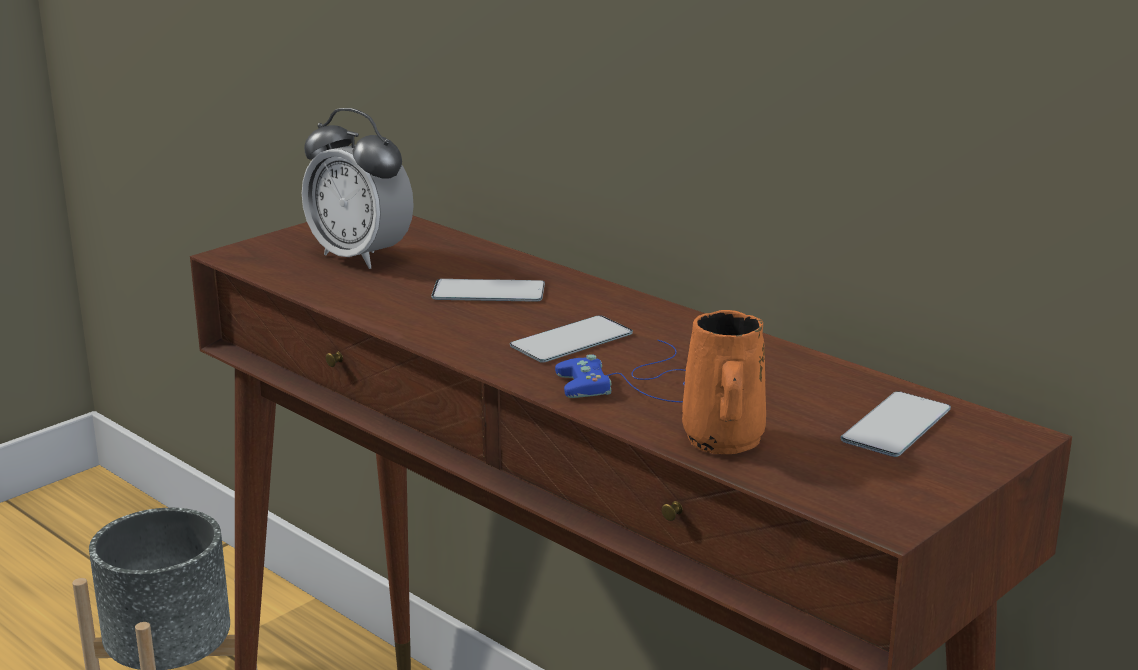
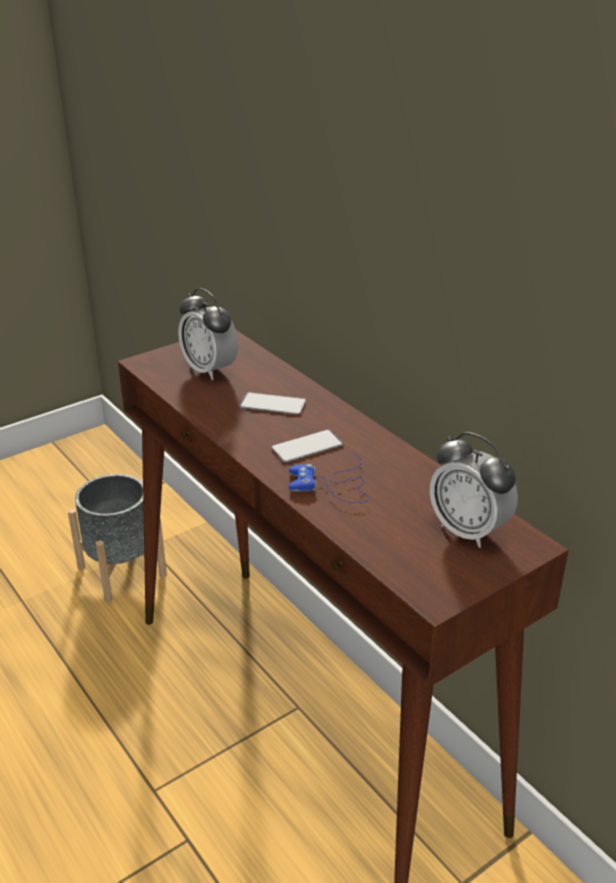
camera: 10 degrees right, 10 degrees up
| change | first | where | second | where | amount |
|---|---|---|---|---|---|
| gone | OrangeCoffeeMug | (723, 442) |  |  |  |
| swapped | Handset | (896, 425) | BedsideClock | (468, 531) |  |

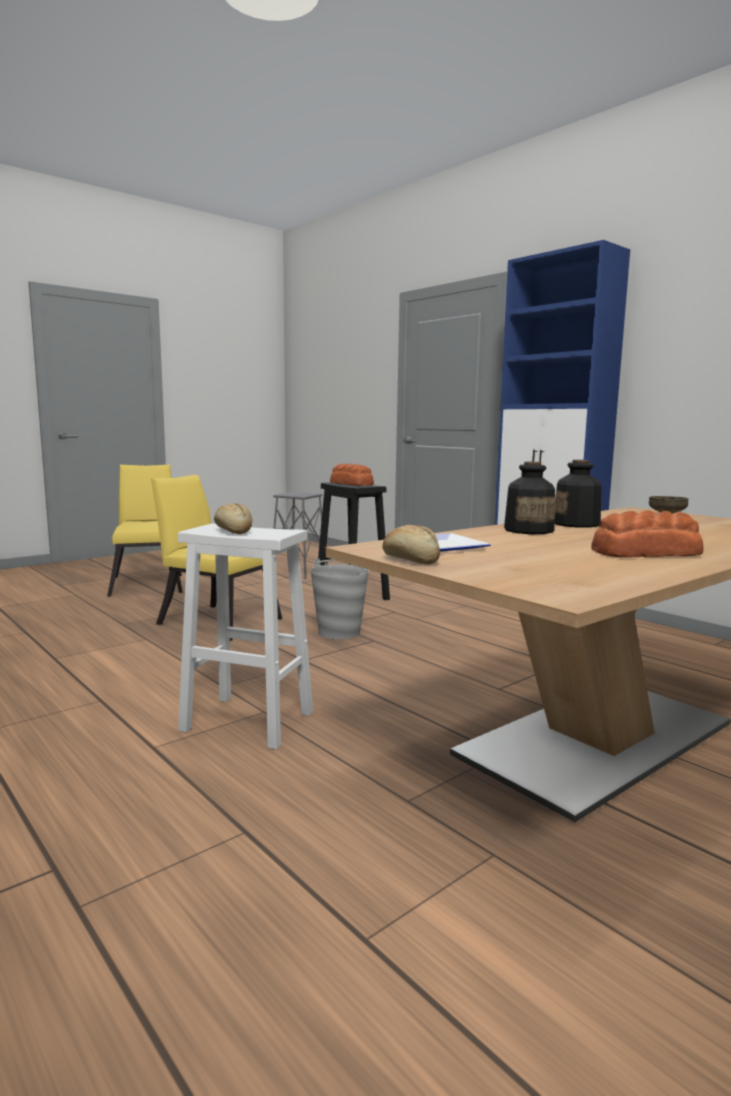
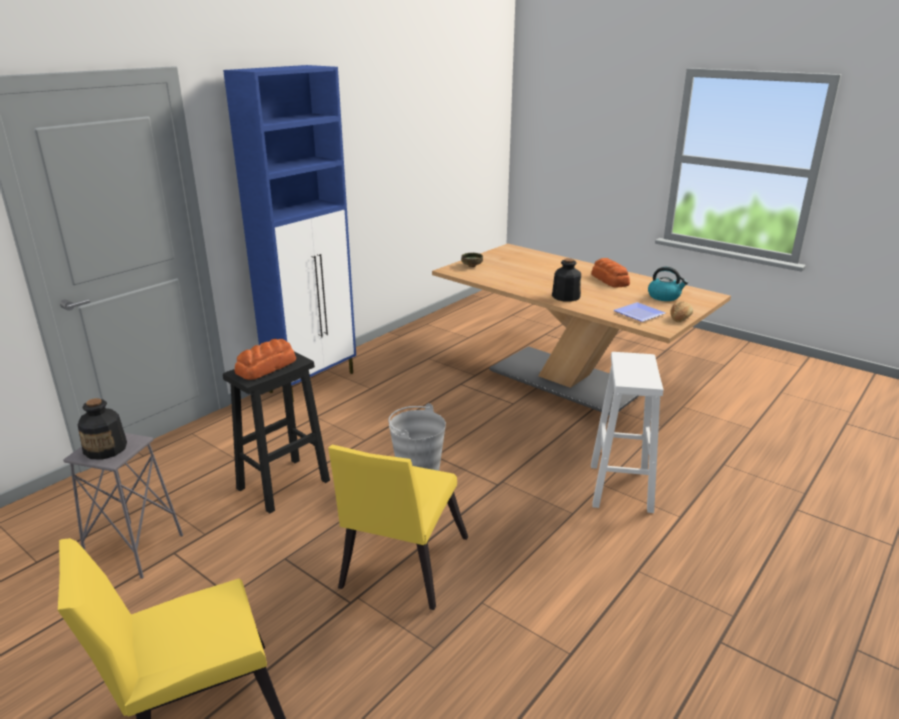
camera: 100 degrees left, 15 degrees up
| change | first | where | second | where | amount |
|---|---|---|---|---|---|
| gone | Bread | (233, 531) |  |  |  |
| new |  |  | WaterKettle | (664, 296) |  |
| shifted | DrinkBottle | (576, 524) |  | (106, 449) |  |

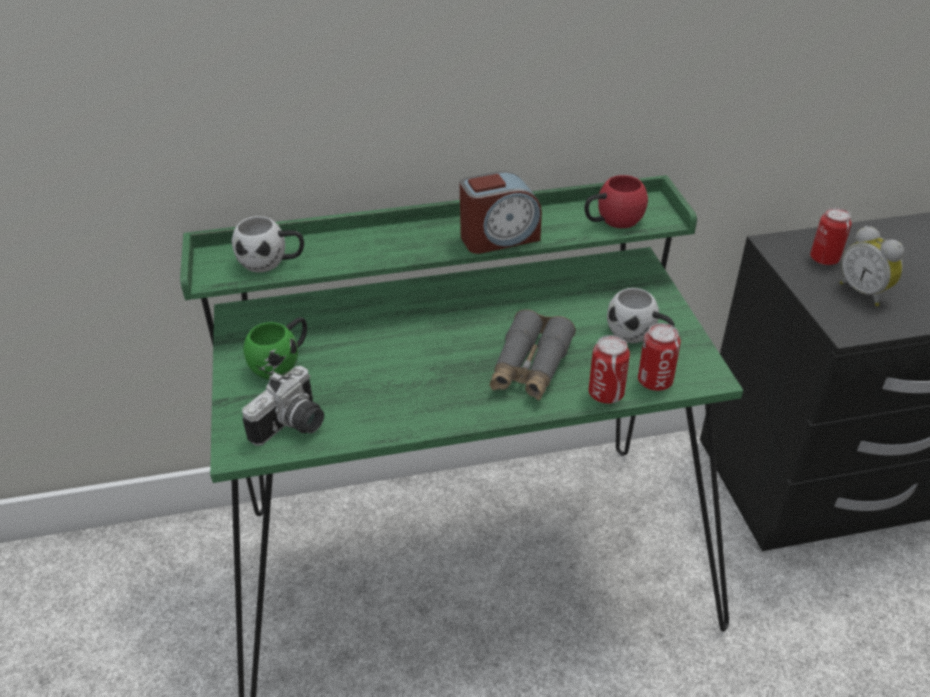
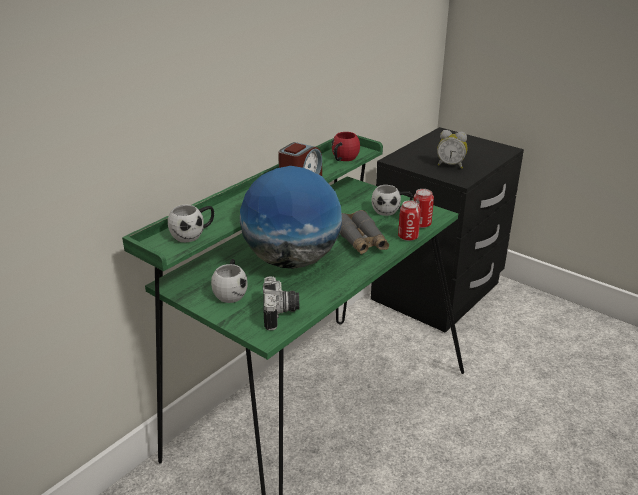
camera: 40 degrees left, 10 degrees down
| change | first | where | second | where | amount |
|---|---|---|---|---|---|
| gone | SealedCan | (824, 259) |  |  |  |
| new |  |  | WorldGlobe | (292, 260) |  |
| repainted | GreenishCoffeeMug | (282, 362) | WhiteColouredCoffeeMug | (231, 291) |  |

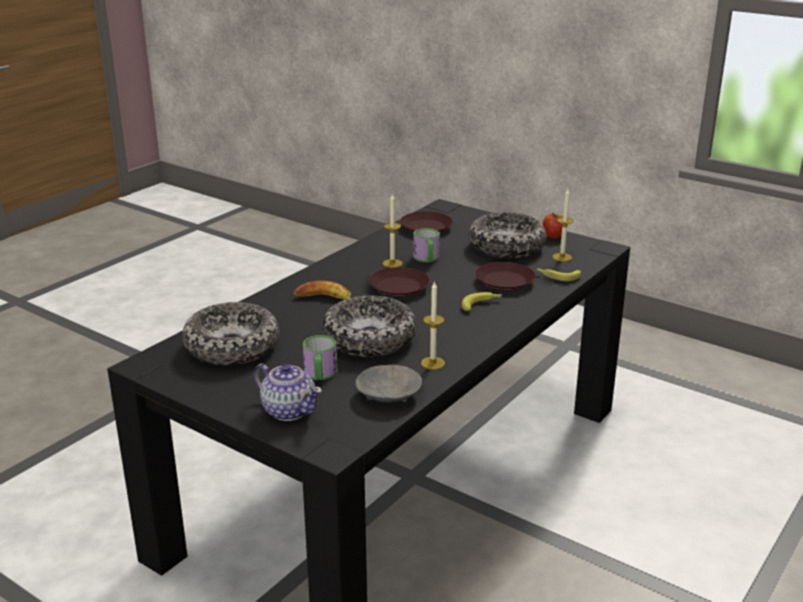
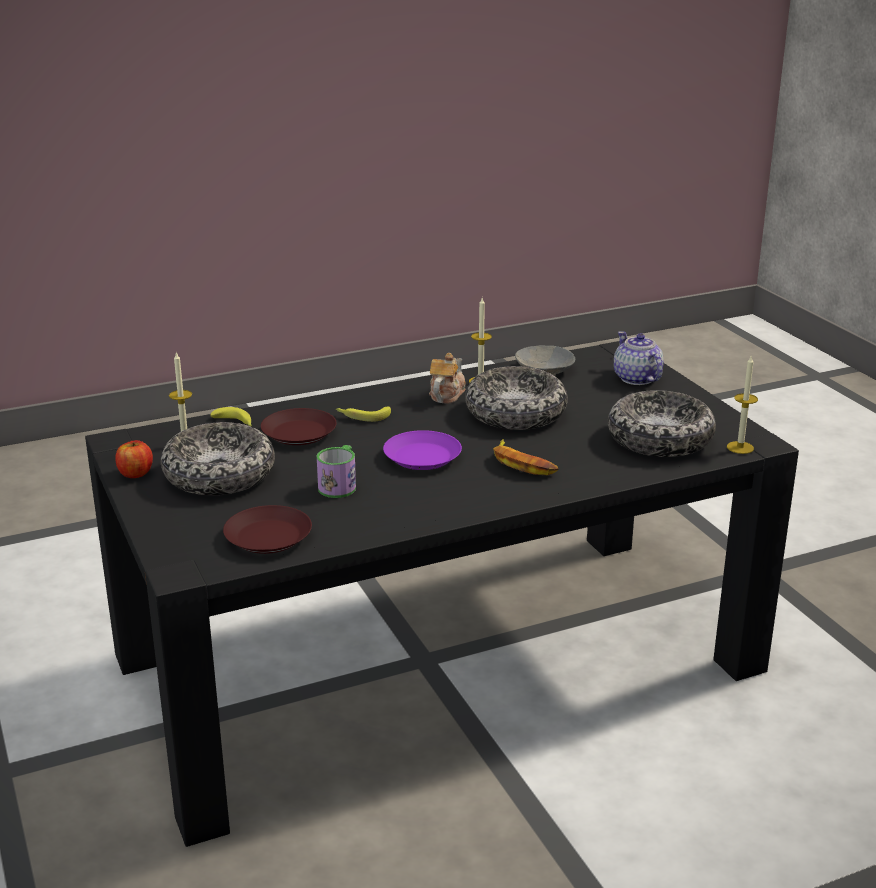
camera: 150 degrees left, 0 degrees up
| change | first | where | second | where | amount |
|---|---|---|---|---|---|
| gone | CoffeeMug | (320, 374) |  |  |  |
| new |  |  | Teapot | (446, 395) |  |
| shifted | WaxLight | (392, 263) |  | (740, 447) |  |
| repainted | BrownColouredFlatDish | (399, 287) | PurplishFlatDish | (422, 456) |  |

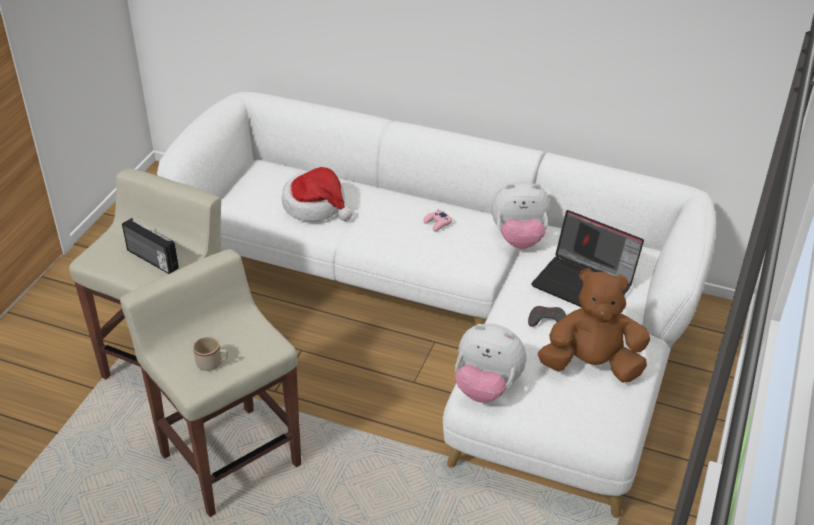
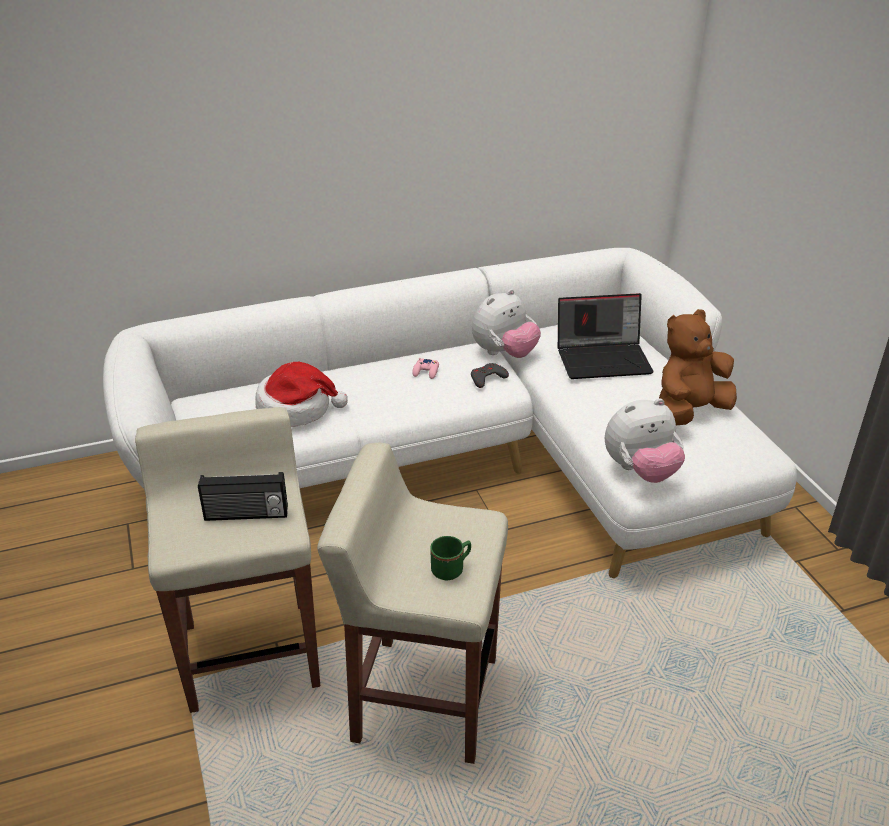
camera: 40 degrees left, 5 degrees down
| change | first | where | second | where | amount |
|---|---|---|---|---|---|
| shifted | GreyishGameController | (547, 320) |  | (487, 378) |  |
| repainted | BeigeColouredCoffeeMug | (213, 364) | GreenishCoffeeMug | (451, 569) |  |

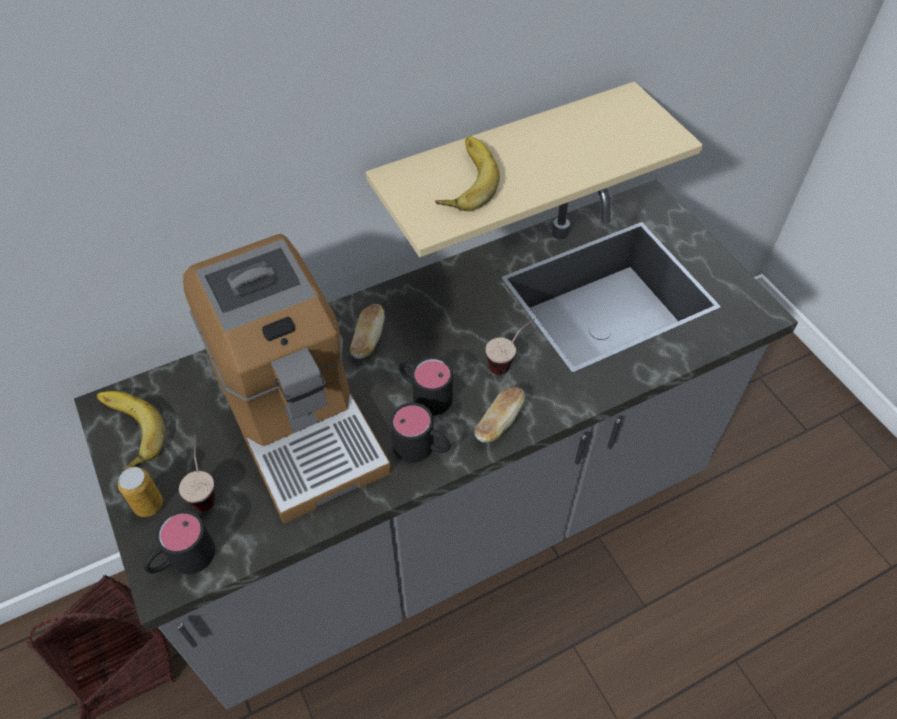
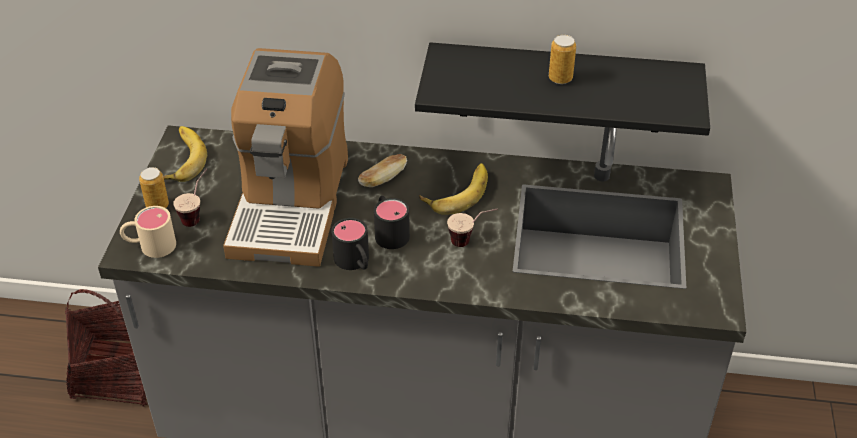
camera: 35 degrees right, 10 degrees down
| change | first | where | second | where | amount |
|---|---|---|---|---|---|
| gone | Bread | (499, 422) |  |  |  |
| new |  |  | SealedCan | (560, 78) |  |
| shifted | Banana | (463, 179) |  | (456, 191) |  |
| repainted | BlackColouredCoffeeMug | (182, 559) | BeigeColouredCoffeeMug | (150, 245) |  |
| repainted | BeigeColouredBracketShelf | (504, 163) | BlackColouredBracketShelf | (561, 88) |  |

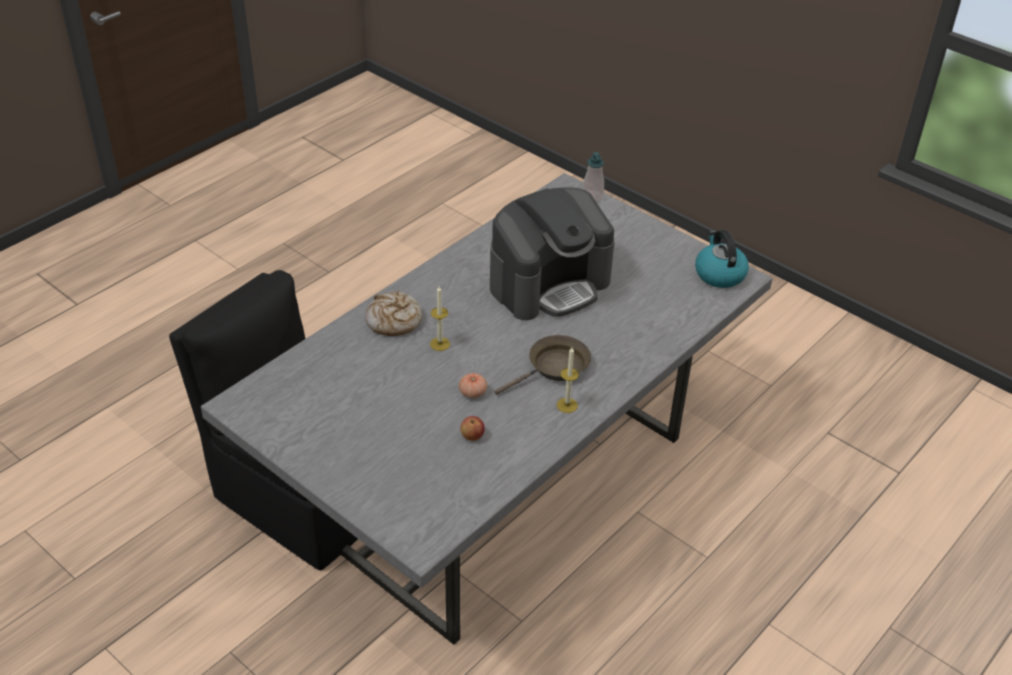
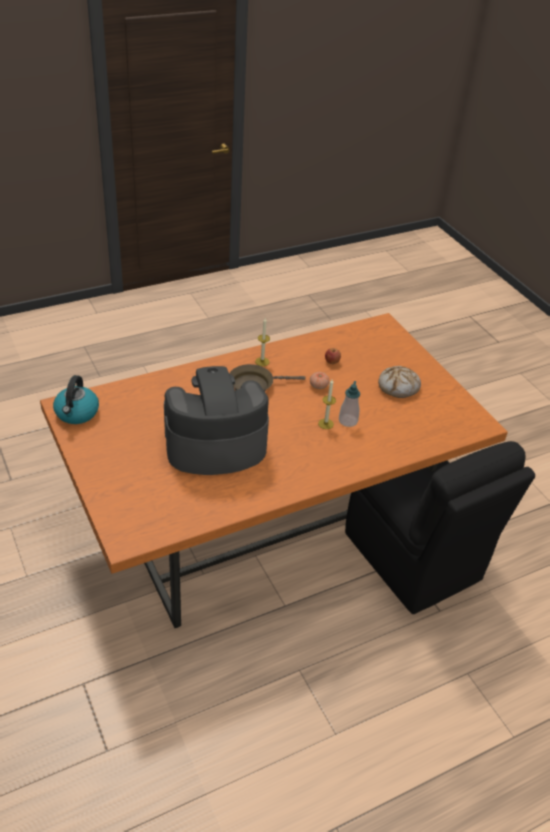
camera: 160 degrees left, 0 degrees up
| change | first | where | second | where | amount |
|---|---|---|---|---|---|
| shifted | Bread | (394, 321) |  | (398, 386) |  |
| shifted | SoapDispenser | (592, 197) |  | (348, 421) |  |
| repainted | GreyishKitchenTable | (502, 478) | OrangeKitchenTable | (265, 524) |  |

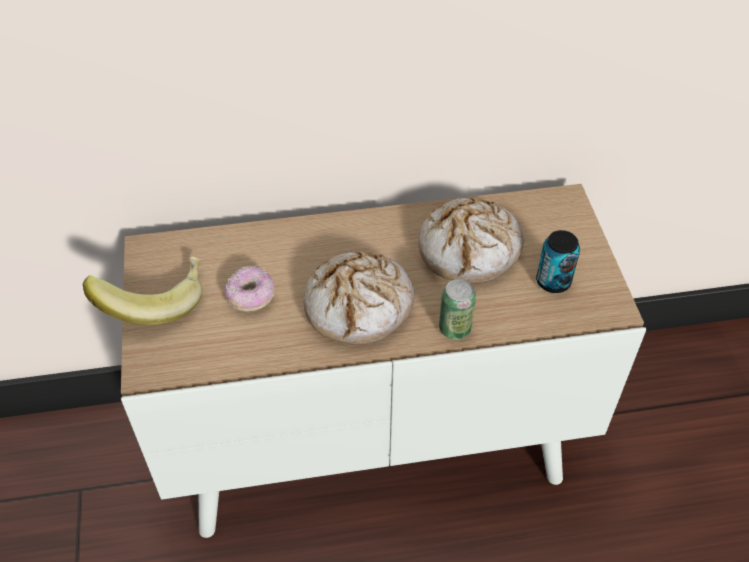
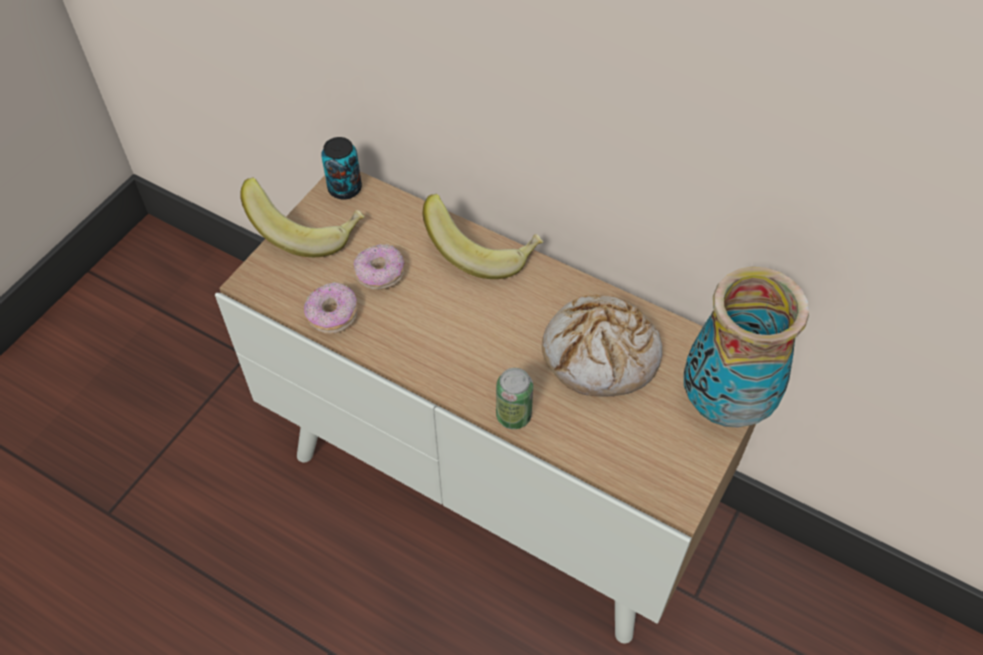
camera: 40 degrees right, 5 degrees up
| change | first | where | second | where | amount |
|---|---|---|---|---|---|
| gone | Bread | (359, 306) |  |  |  |
| new |  |  | RingDoughnut | (332, 315) |  |
| new |  |  | Banana | (483, 251) |  |
| new |  |  | Vase | (724, 402) |  |
| shifted | SealedCan | (553, 281) |  | (345, 189) |  |

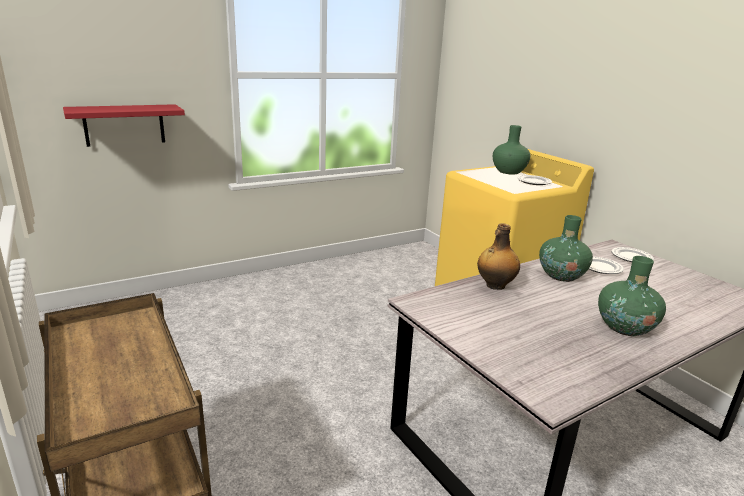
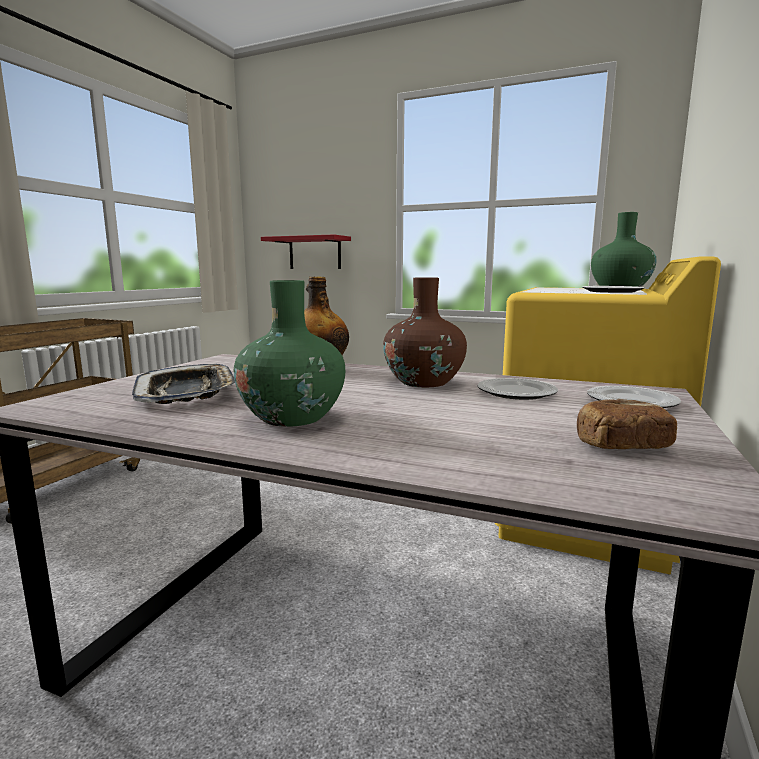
camera: 55 degrees right, 10 degrees down
| change | first | where | second | where | amount |
|---|---|---|---|---|---|
| new |  |  | ServingTray | (187, 392) |  |
| new |  |  | Bread | (621, 446) |  |
| repainted | GreenishVase | (561, 275) | BrownColouredVase | (424, 382) |  |

